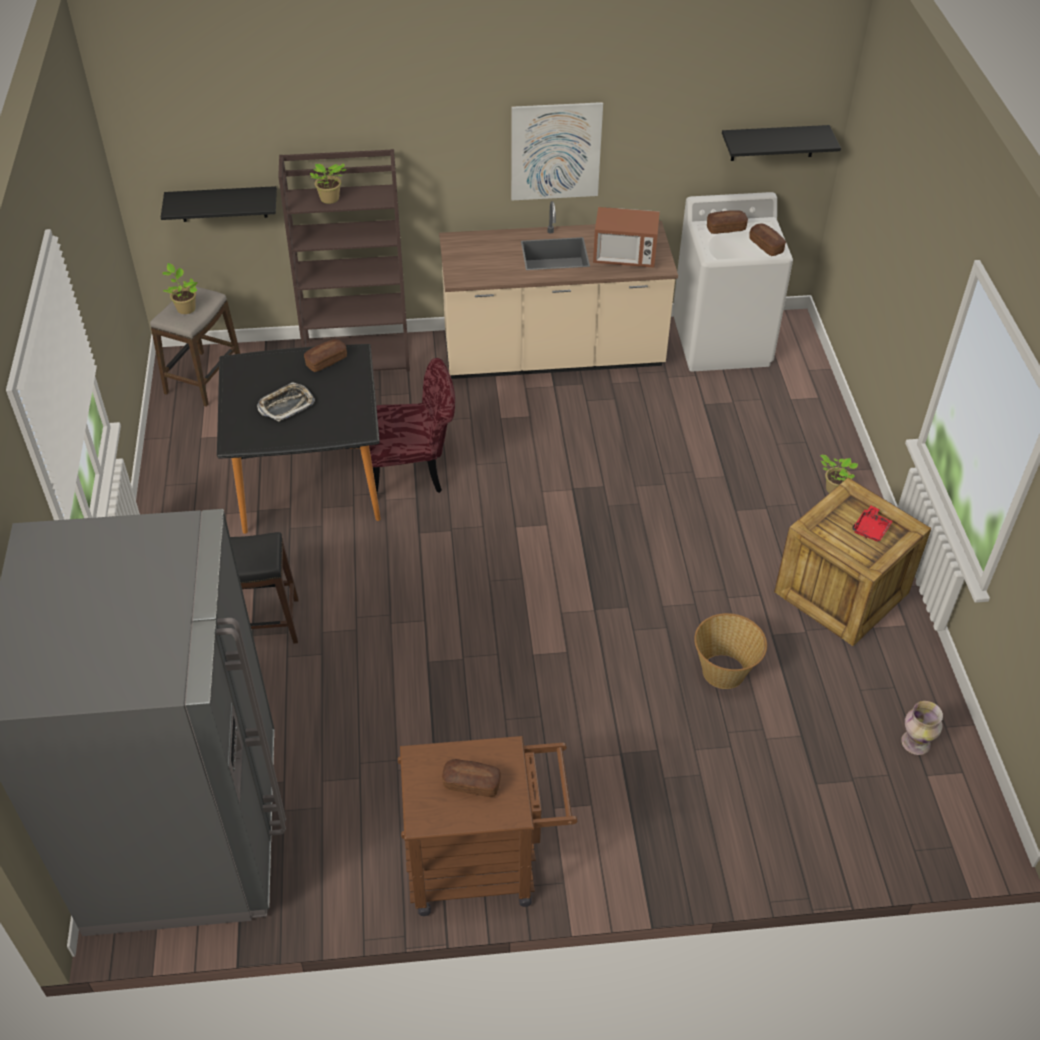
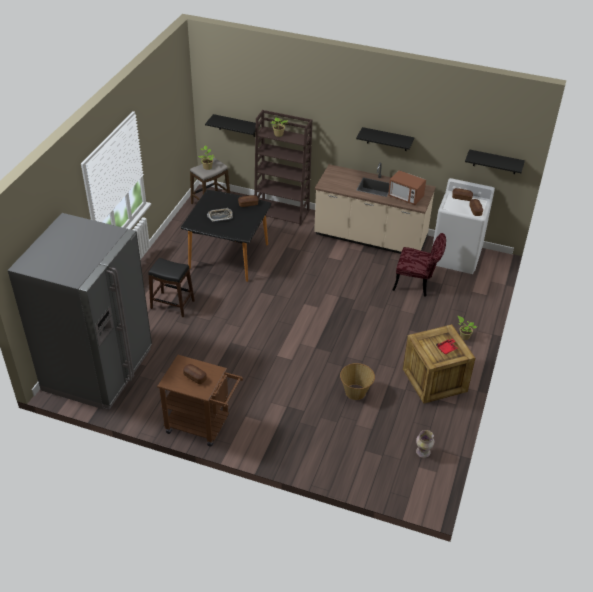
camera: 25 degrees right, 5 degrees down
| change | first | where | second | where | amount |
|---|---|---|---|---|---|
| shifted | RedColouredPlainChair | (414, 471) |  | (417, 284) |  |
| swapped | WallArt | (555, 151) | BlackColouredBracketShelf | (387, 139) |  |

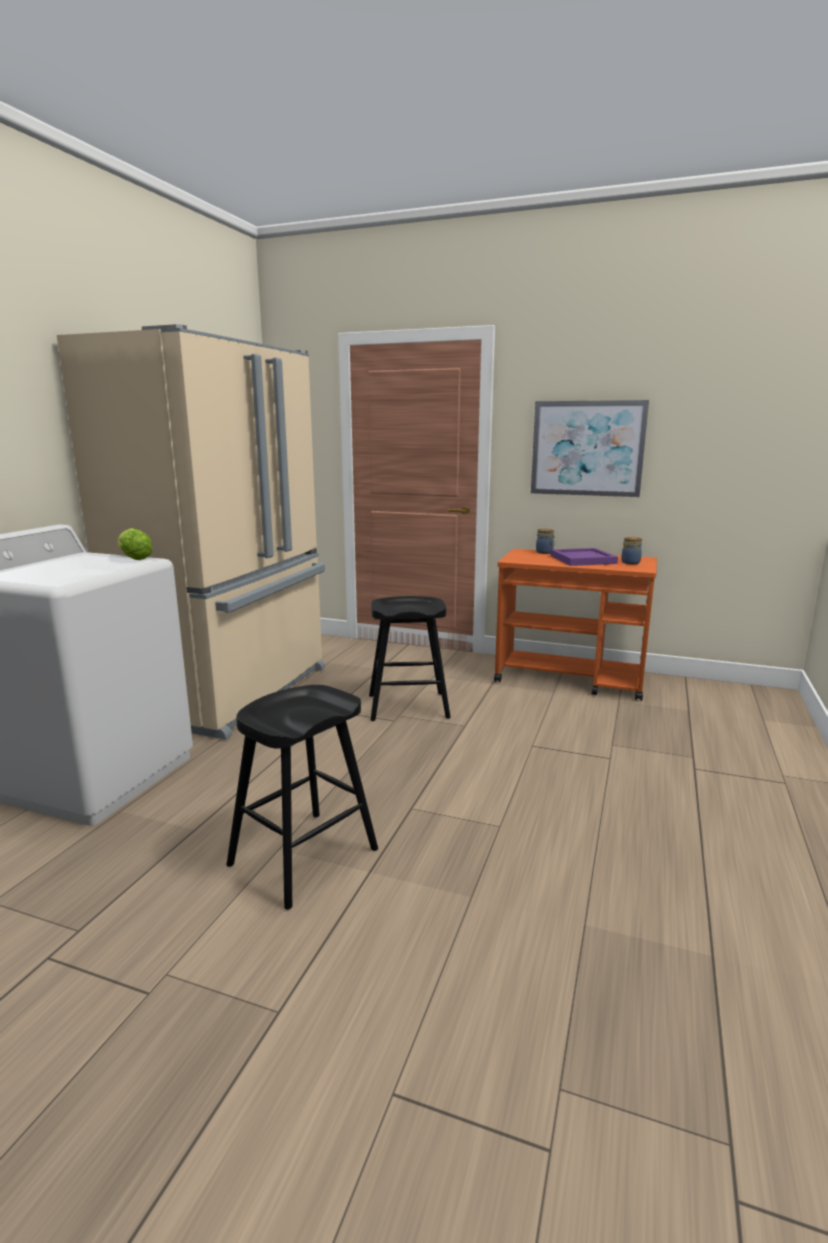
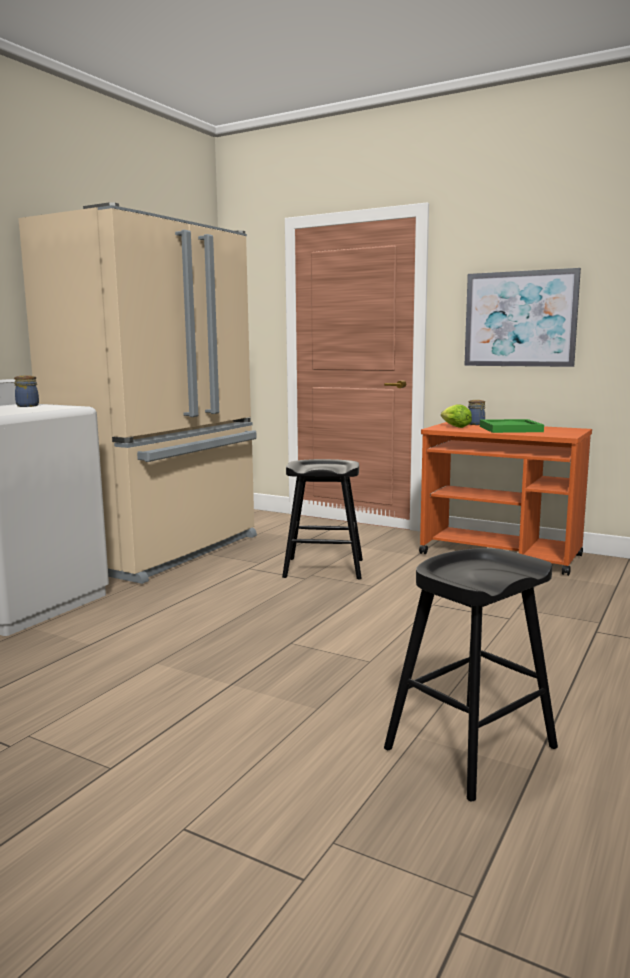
camera: 10 degrees right, 5 degrees down
| change | first | where | second | where | amount |
|---|---|---|---|---|---|
| shifted | HeadOfLettuce | (133, 558) |  | (454, 427) |  |
| shifted | BlackColouredSittingStool | (303, 857) |  | (470, 748) |  |
| shifted | Jar | (630, 562) |  | (28, 406) |  |
| repainted | PurplishServingTray | (584, 560) | GreenishServingTray | (511, 429) |  |

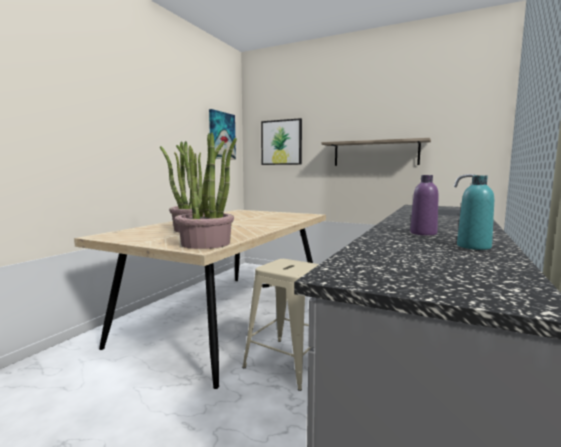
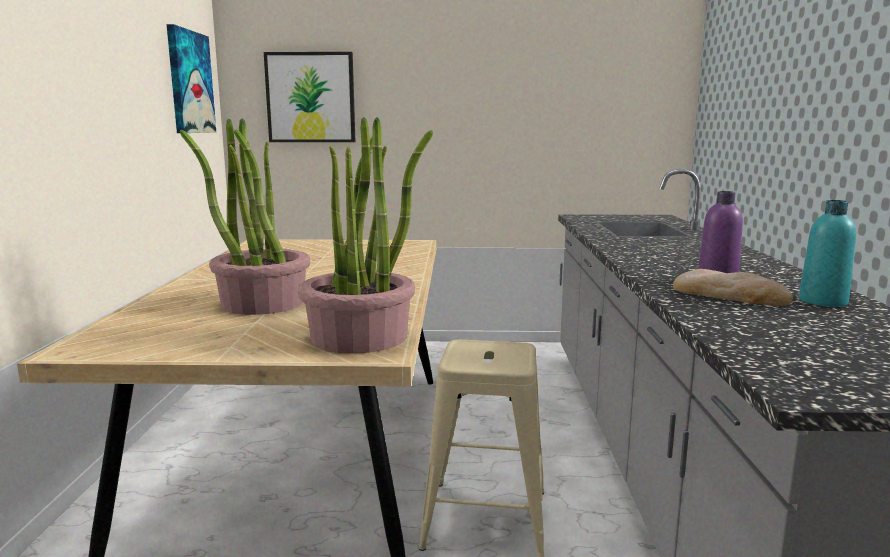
camera: 25 degrees left, 5 degrees up
| change | first | where | second | where | amount |
|---|---|---|---|---|---|
| gone | BracketShelf | (375, 153) |  |  |  |
| new |  |  | Bread | (730, 295) |  |

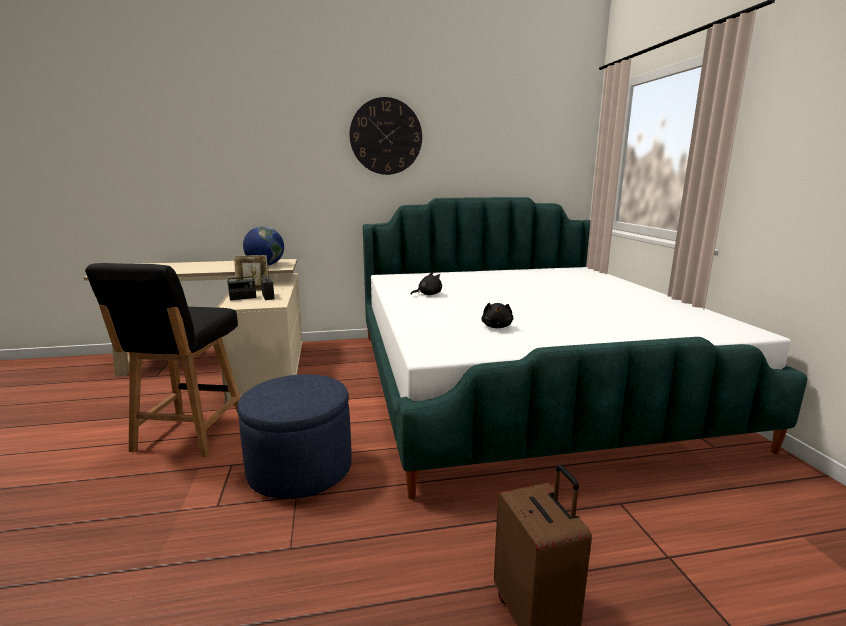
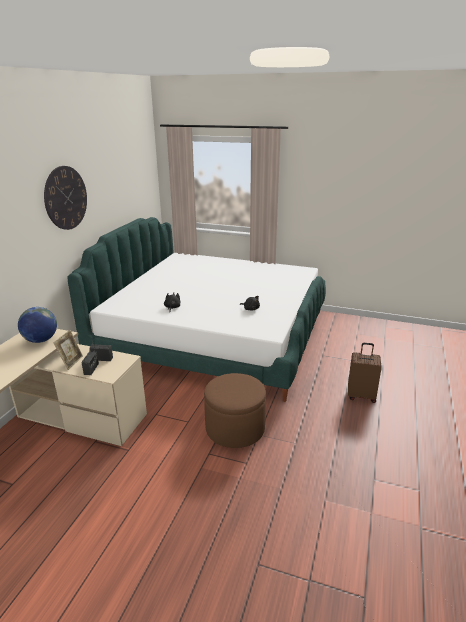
camera: 60 degrees left, 10 degrees up
| change | first | where | second | where | amount |
|---|---|---|---|---|---|
| gone | BlackColouredPlainChair | (189, 434) |  |  |  |
| repainted | BluishOttoman | (300, 469) | BrownColouredOttoman | (235, 428) |  |

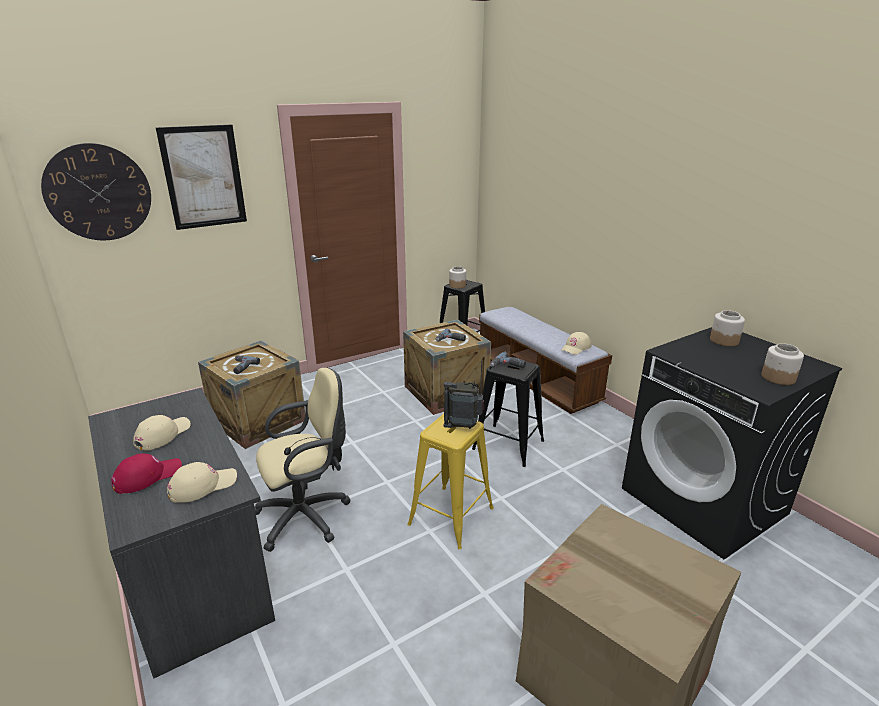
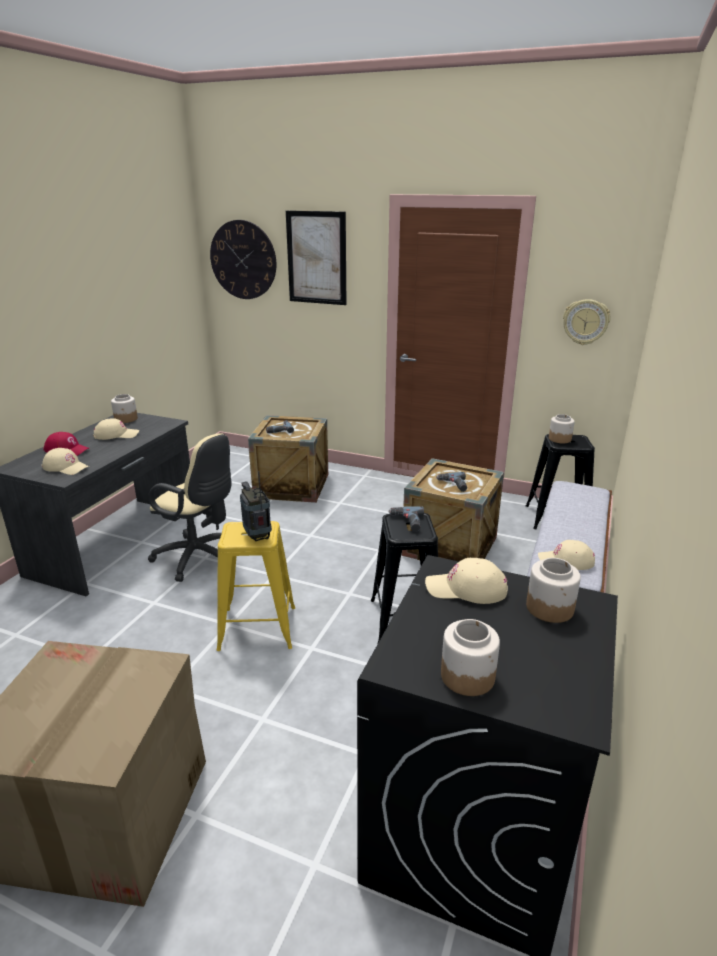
camera: 55 degrees right, 0 degrees up
| change | first | where | second | where | amount |
|---|---|---|---|---|---|
| new |  |  | Jar | (126, 419) |  |
| new |  |  | BeigeColouredCap | (466, 589) |  |
| new |  |  | HangingClock | (585, 322) |  |

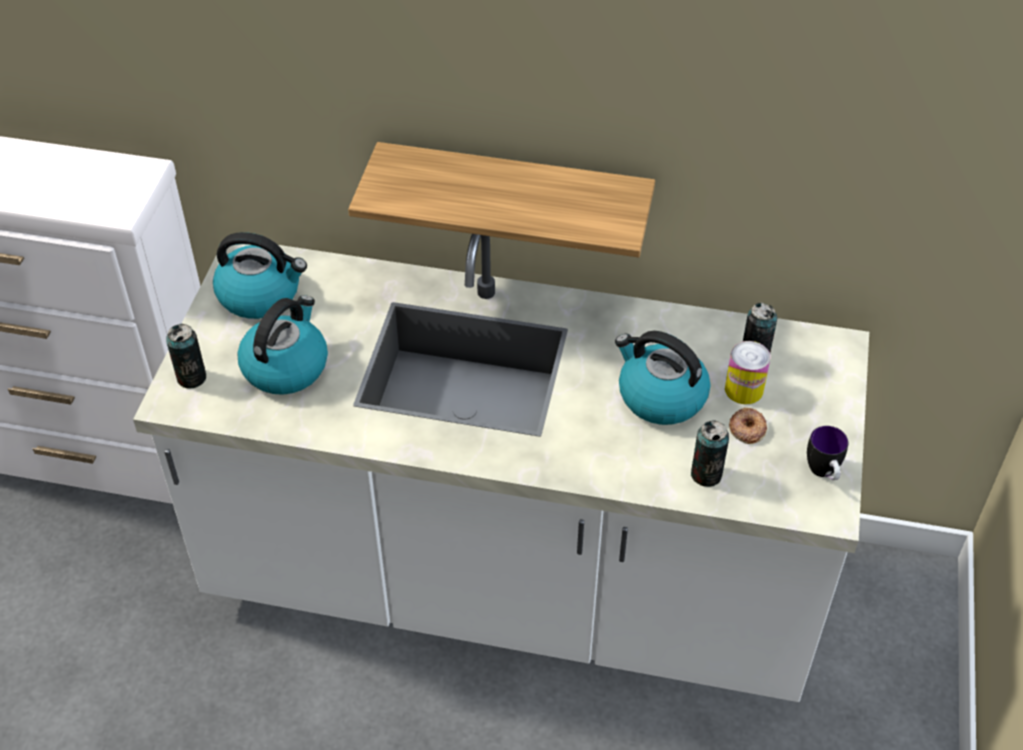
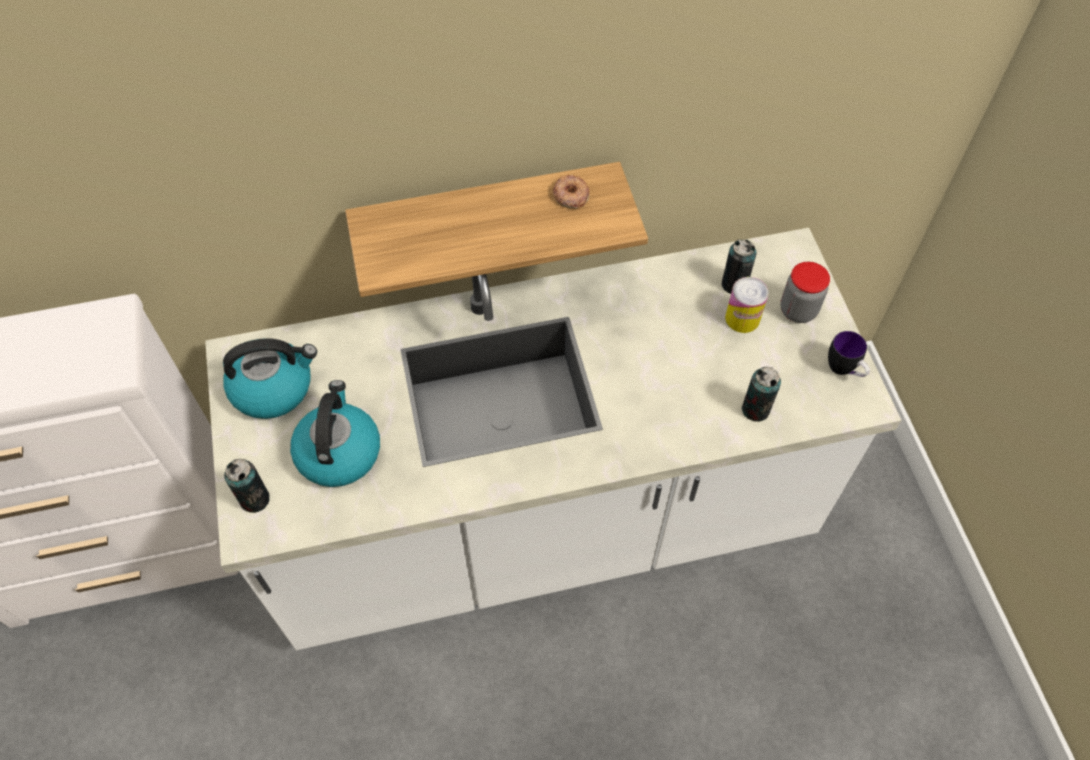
camera: 25 degrees left, 10 degrees up
| change | first | where | second | where | amount |
|---|---|---|---|---|---|
| gone | WaterKettle | (660, 396) |  |  |  |
| new |  |  | Jar | (798, 310) |  |
| shifted | RingDoughnut | (747, 429) |  | (570, 195) |  |

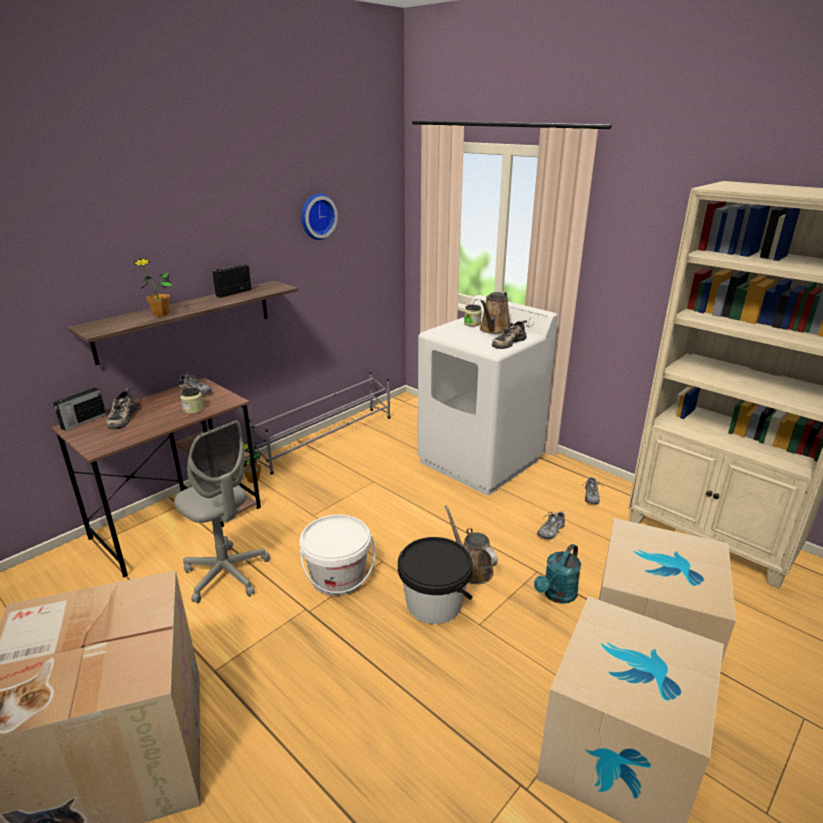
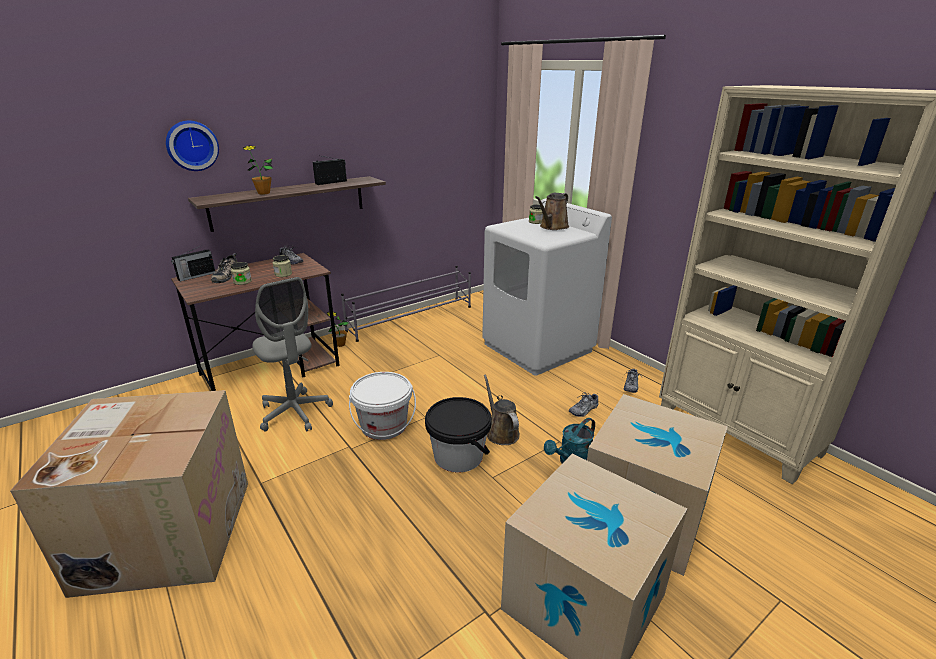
camera: 10 degrees right, 0 degrees up
| change | first | where | second | where | amount |
|---|---|---|---|---|---|
| gone | LowShoe | (508, 342) |  |  |  |
| new |  |  | Jar | (242, 282) |  |
| shifted | HangingClock | (316, 216) |  | (192, 145) |  |

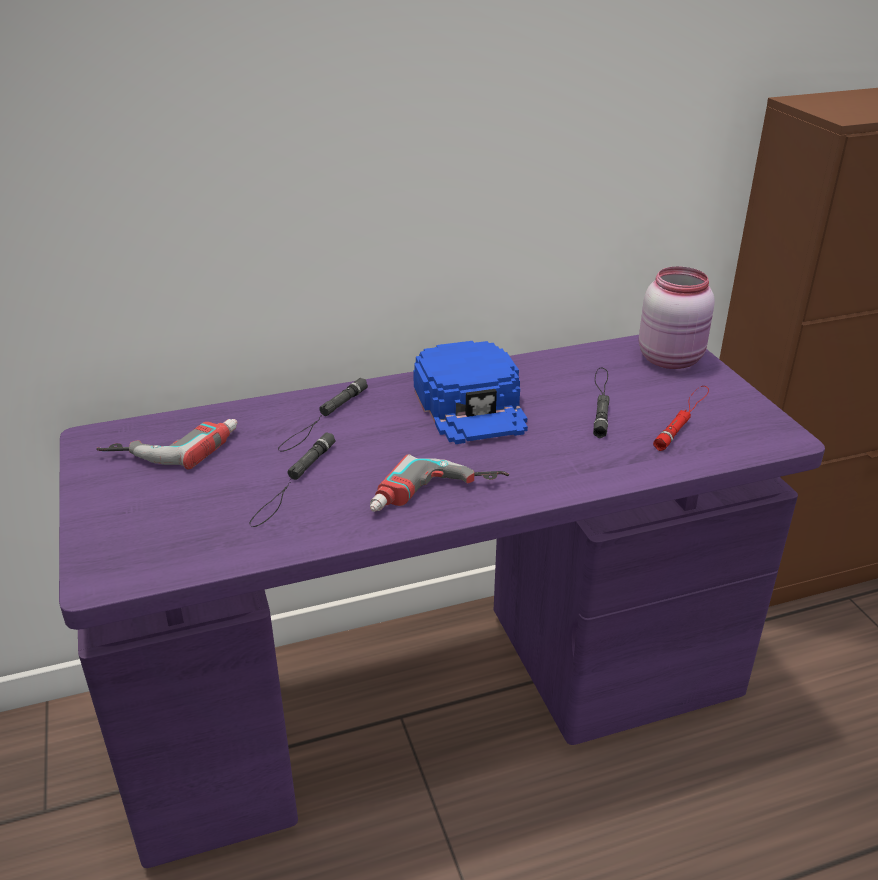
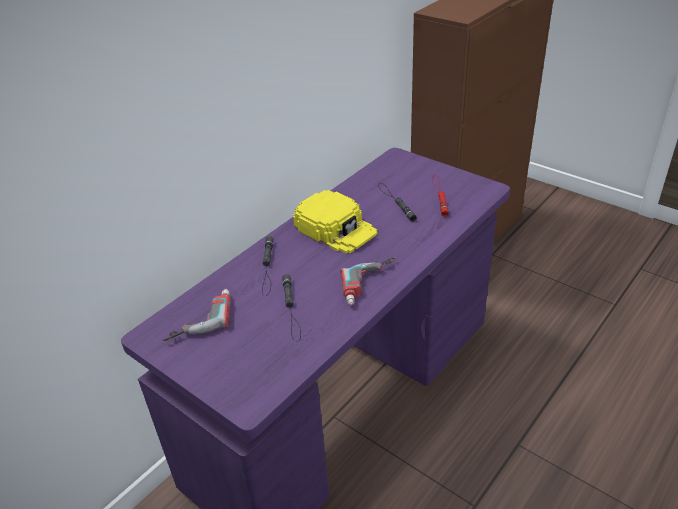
camera: 30 degrees left, 5 degrees up
| change | first | where | second | where | amount |
|---|---|---|---|---|---|
| gone | PinkJar | (672, 359) |  |  |  |
| repainted | BluishCap | (471, 405) | YellowColouredCap | (336, 228) |  |

